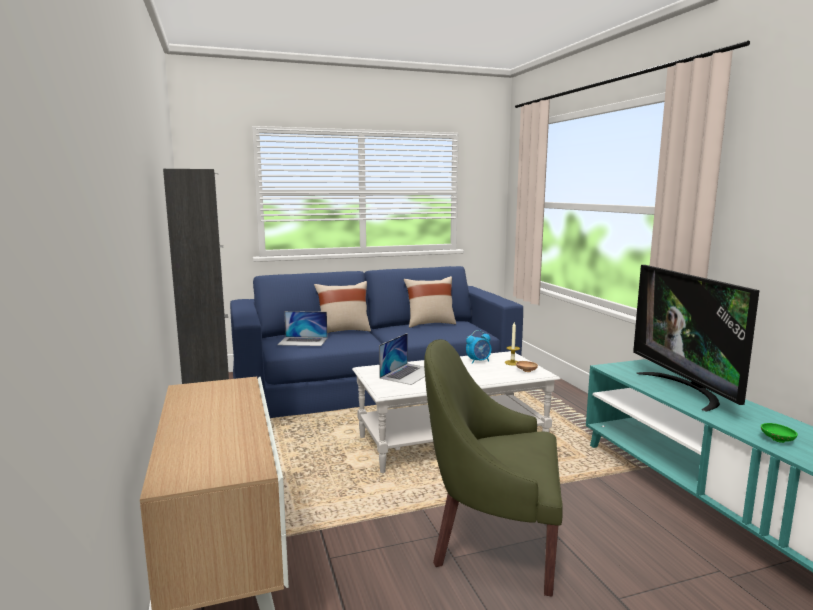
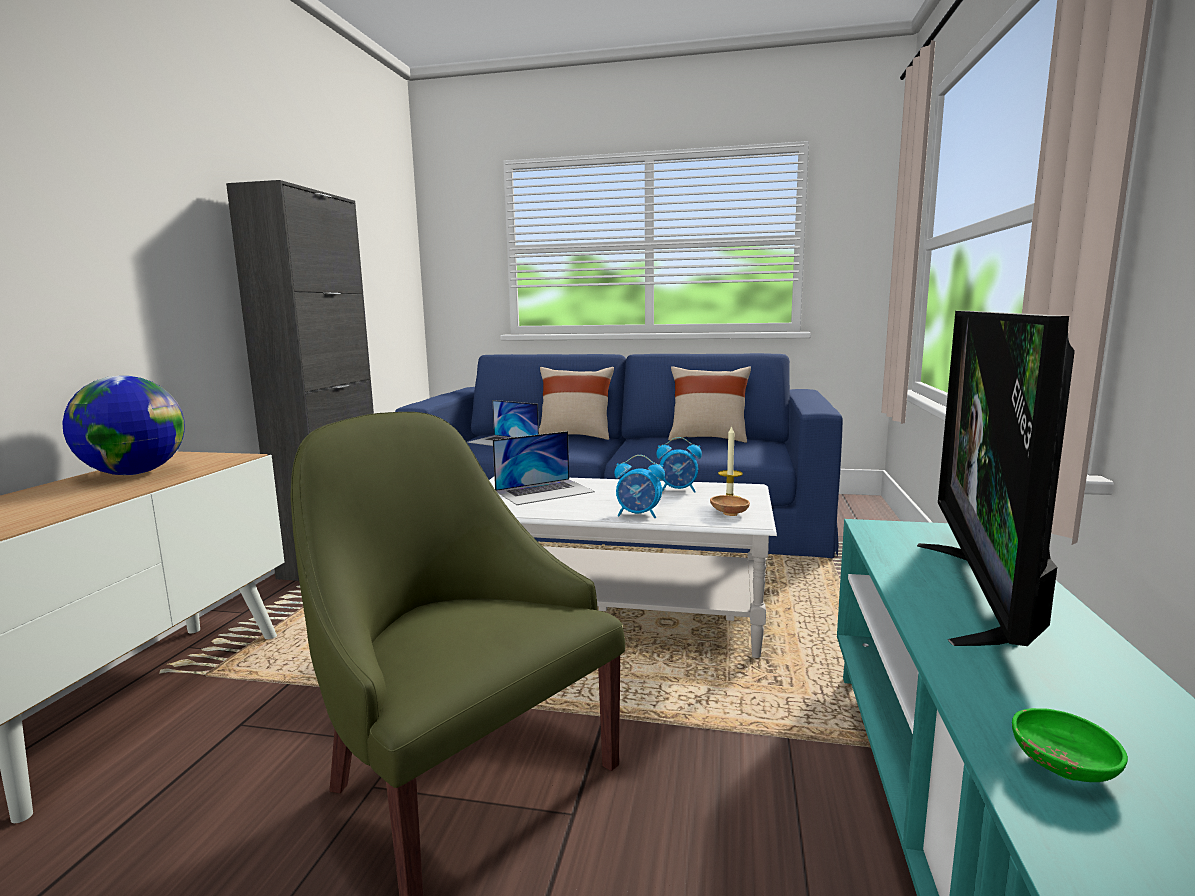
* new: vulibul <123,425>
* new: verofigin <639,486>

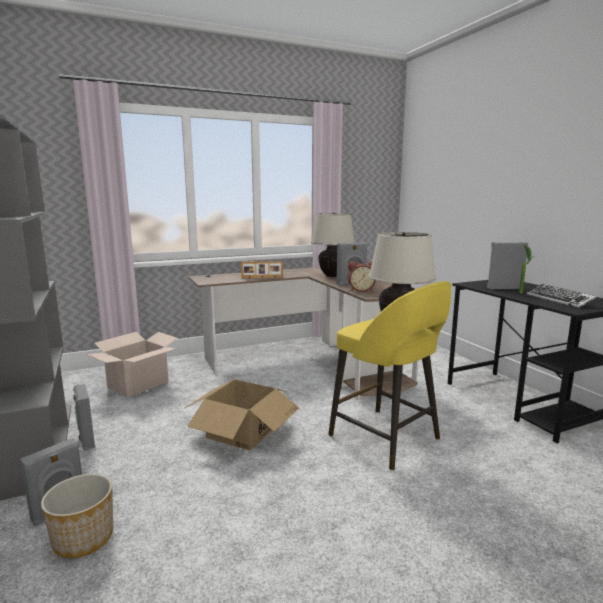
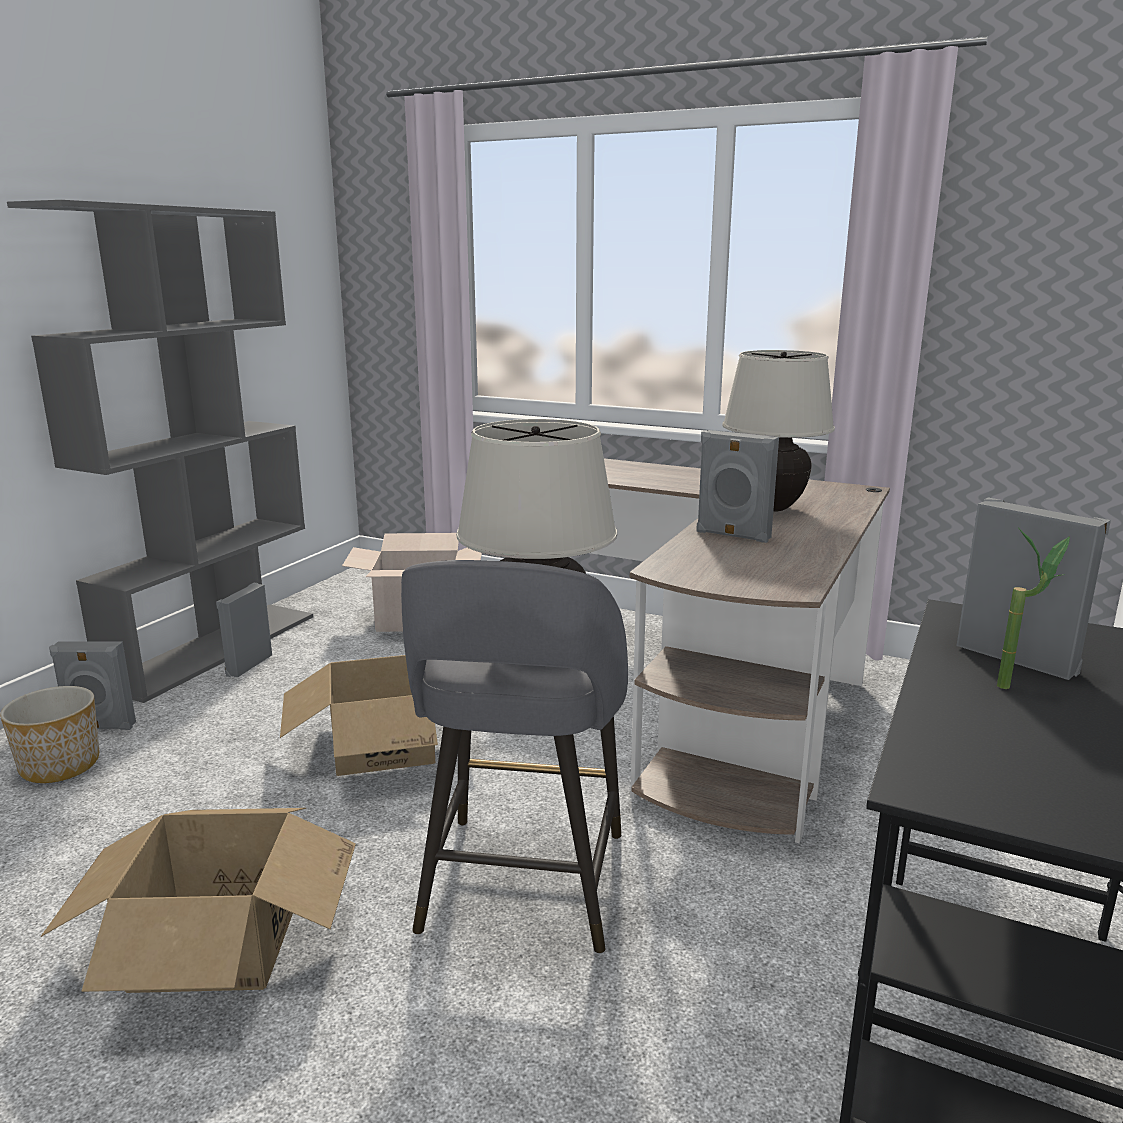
* gone: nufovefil <262,269>
* repainted: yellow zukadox <389,375> to grey zukadox <514,756>
* gone: verofigin <362,276>
* gone: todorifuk <561,296>
* new: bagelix <198,900>

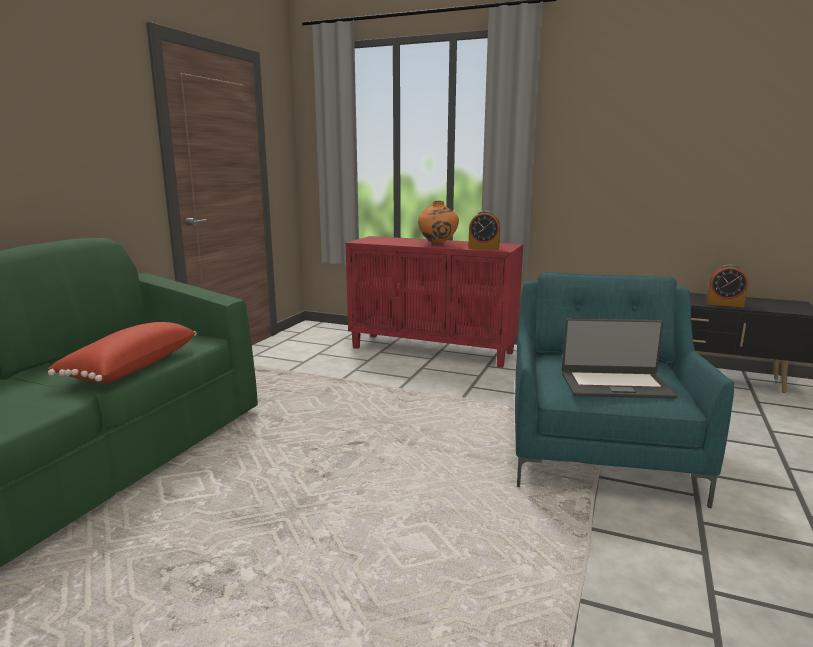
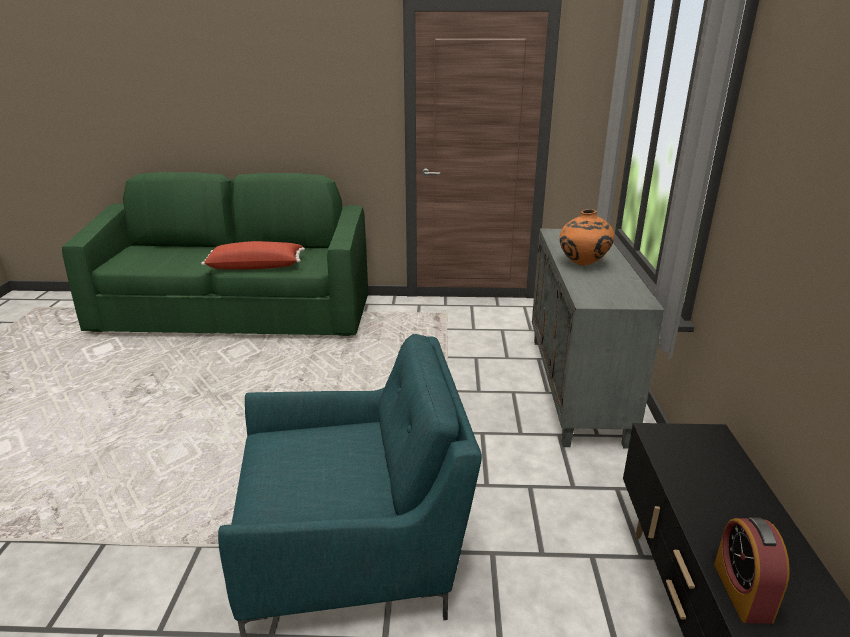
* repainted: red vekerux <434,302> to grey vekerux <598,339>
* gone: verofigin <484,230>
* gone: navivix <619,358>

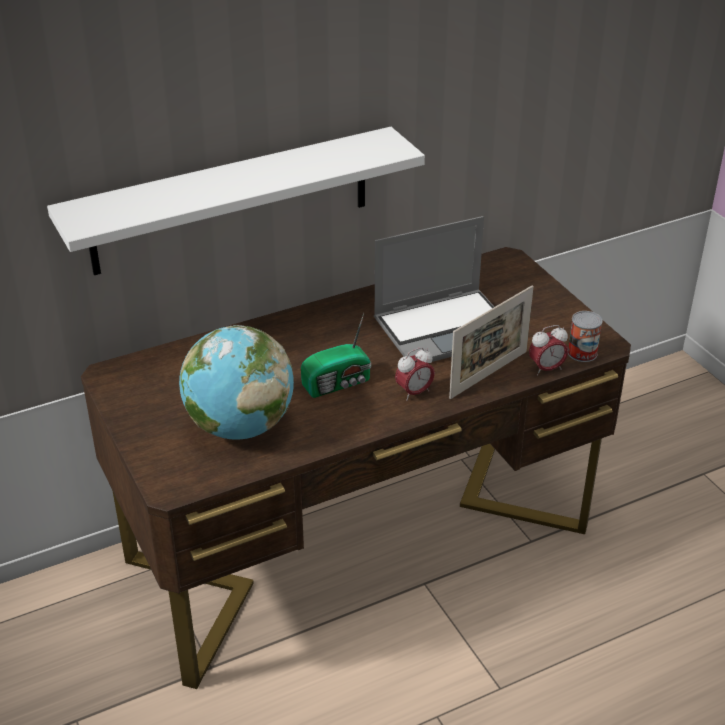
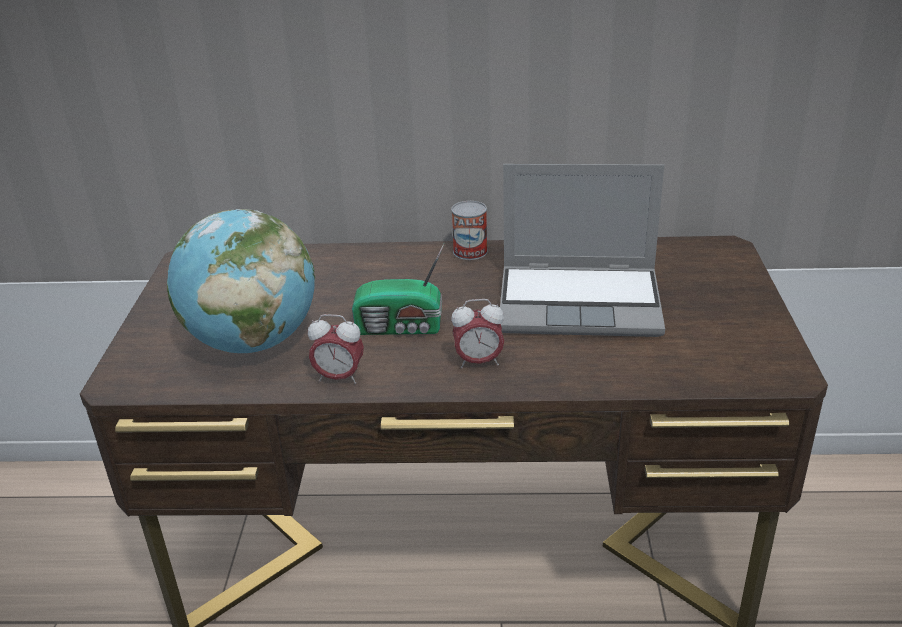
* gone: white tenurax <236,201>
* gone: nufovefil <491,342>
* shifted: verofigin <548,350> to <336,349>
* shifted: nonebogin <585,336> to <469,230>

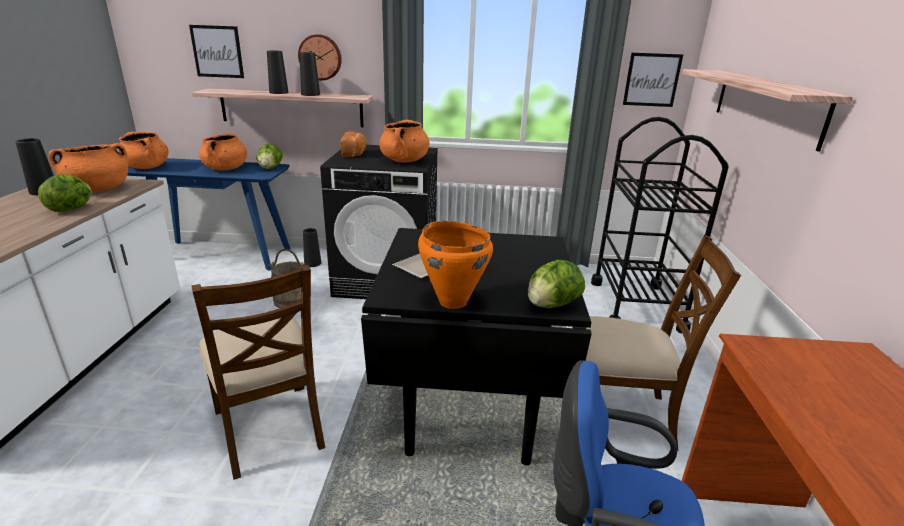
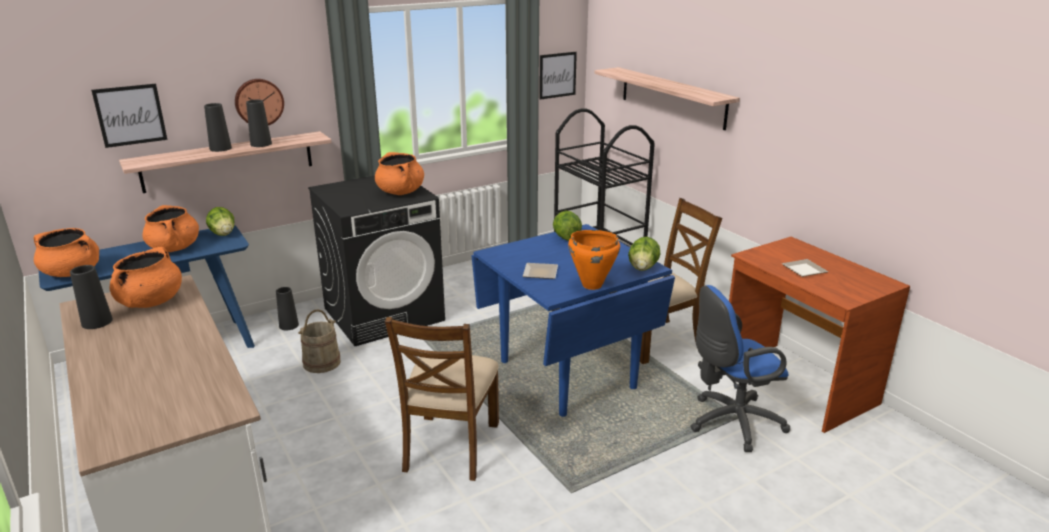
* shifted: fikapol <65,193> to <567,226>
* rotated: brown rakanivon <258,372> = <442,399> 75 degrees clockwise
* gone: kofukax <354,144>
* repainted: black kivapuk <476,346> to blue kivapuk <573,320>
* new: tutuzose <805,268>

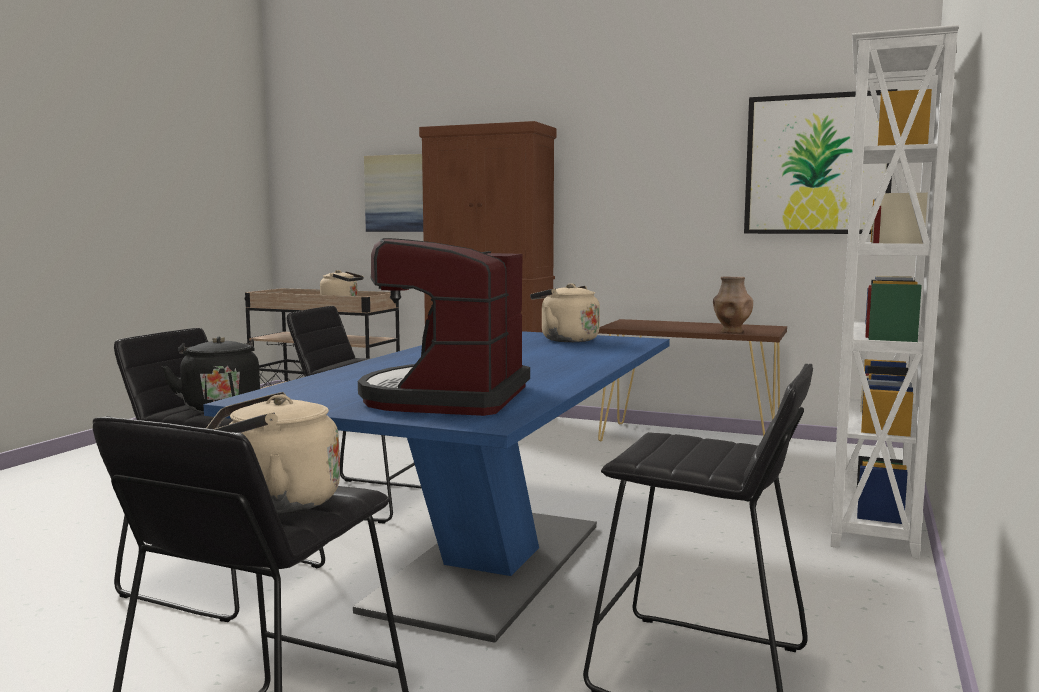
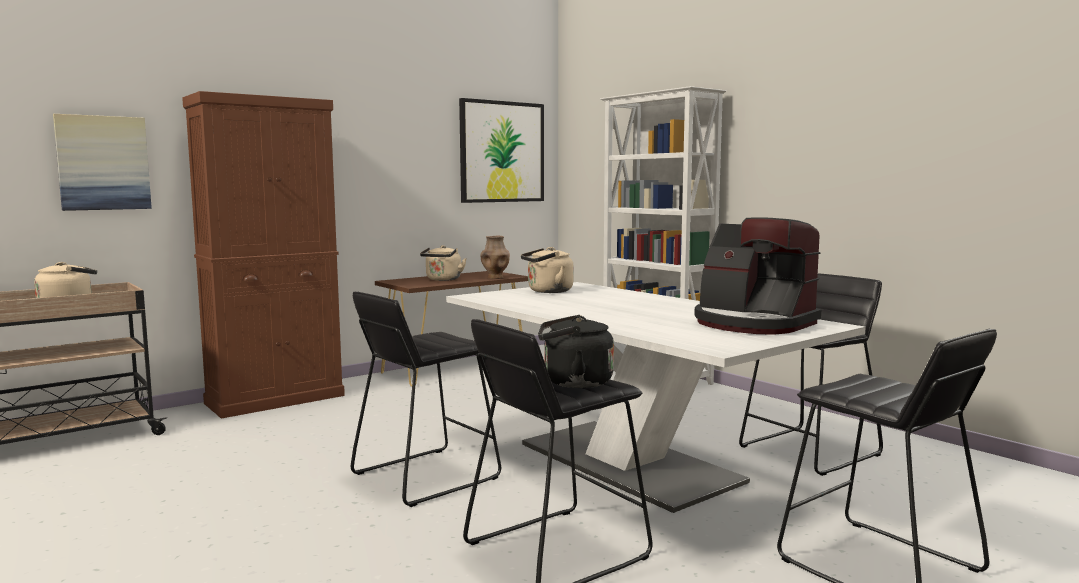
* repainted: blue kivapuk <437,486> to white kivapuk <655,397>
* shifted: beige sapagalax <273,453> to <443,263>

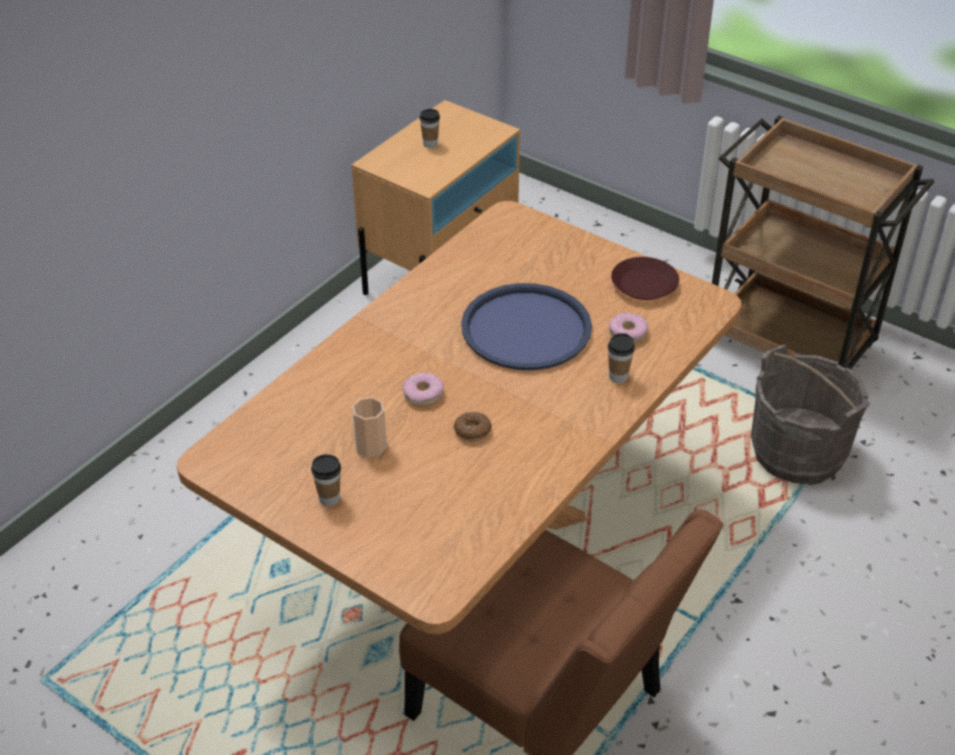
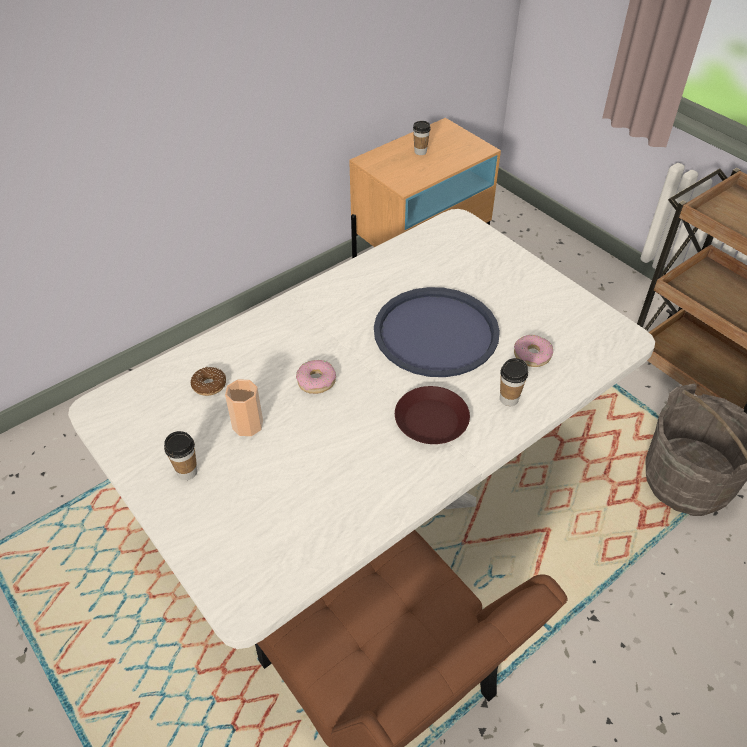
* repainted: brown kivapuk <458,417> to white kivapuk <361,429>
* shifted: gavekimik <473,426> to <208,381>
* shifted: brown tutuzose <645,278> to <432,415>

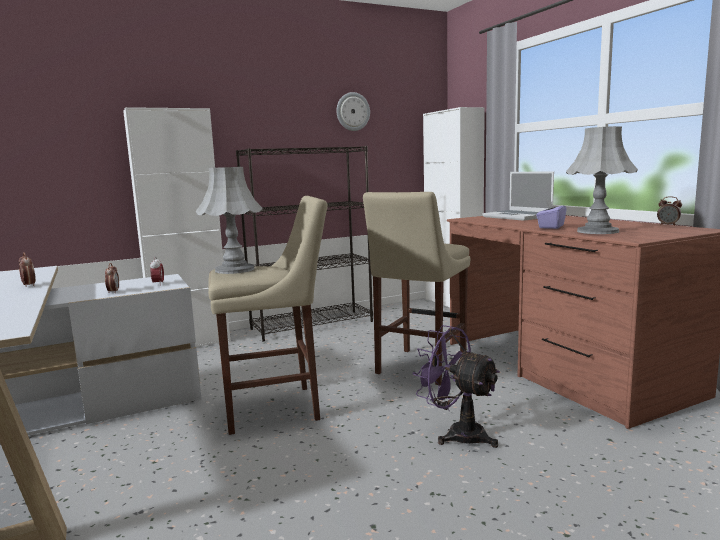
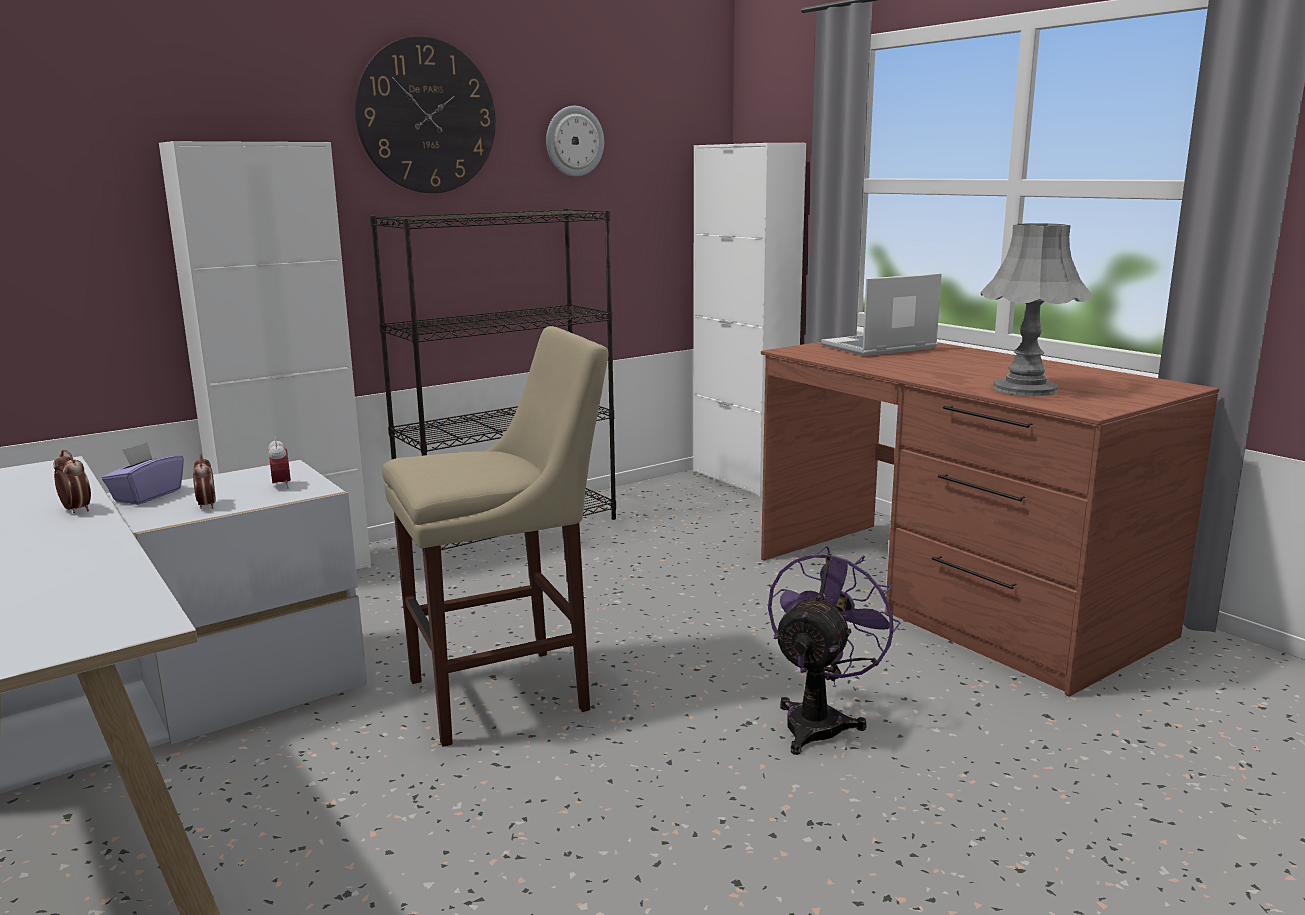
* gone: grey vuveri <229,220>
* gone: beige zukadox <416,288>
* rotated: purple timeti <456,386> = <834,650> 90 degrees clockwise
* rotated: navivix <518,196> = <881,314> 105 degrees clockwise
* shifted: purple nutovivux <551,214> to <143,473>
* gone: verofigin <669,211>
* new: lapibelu <425,114>

